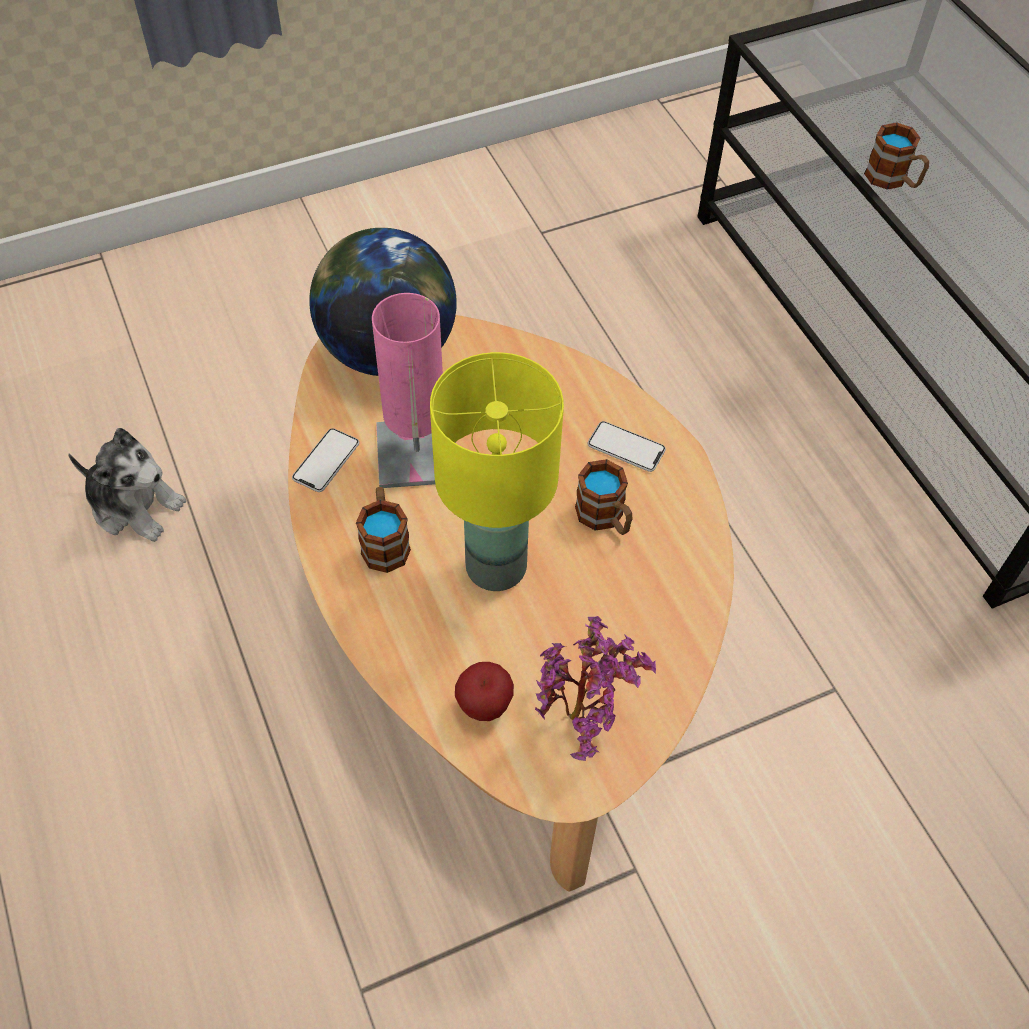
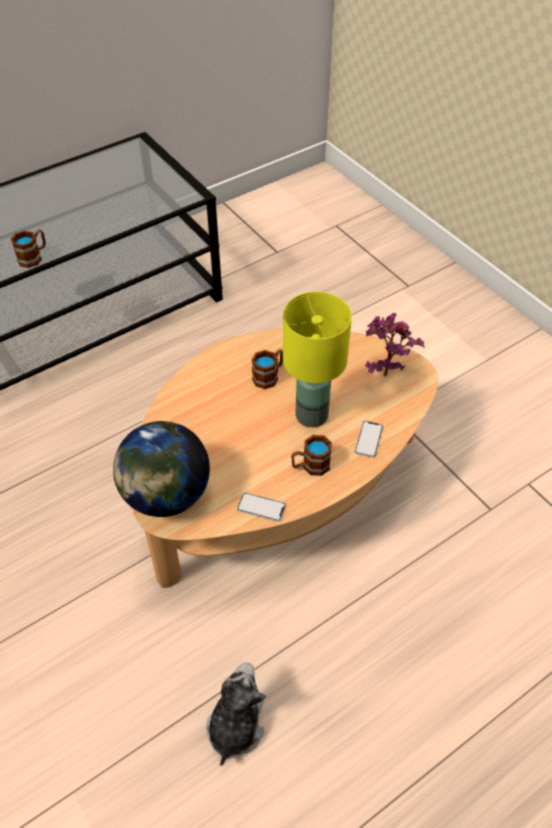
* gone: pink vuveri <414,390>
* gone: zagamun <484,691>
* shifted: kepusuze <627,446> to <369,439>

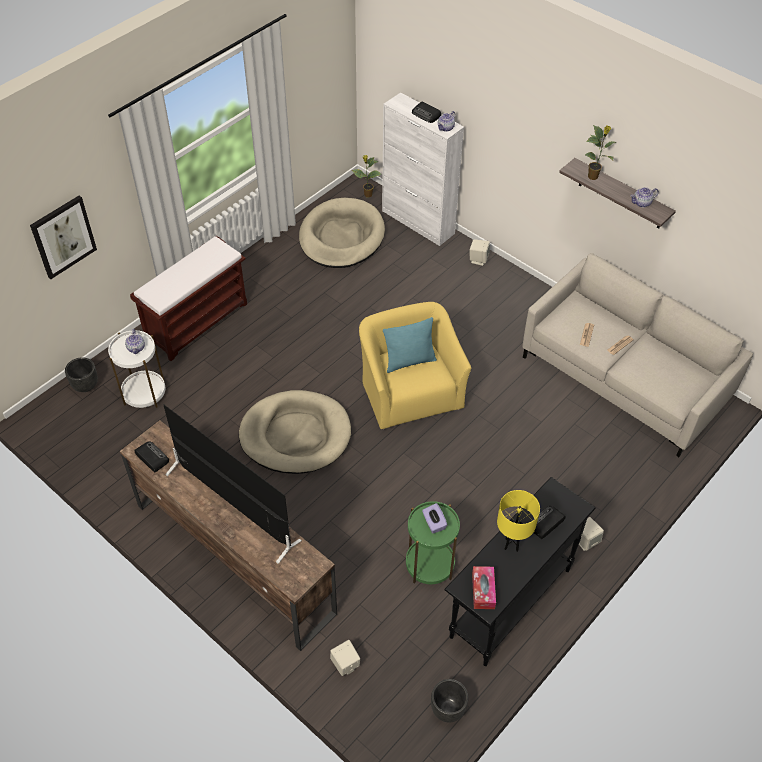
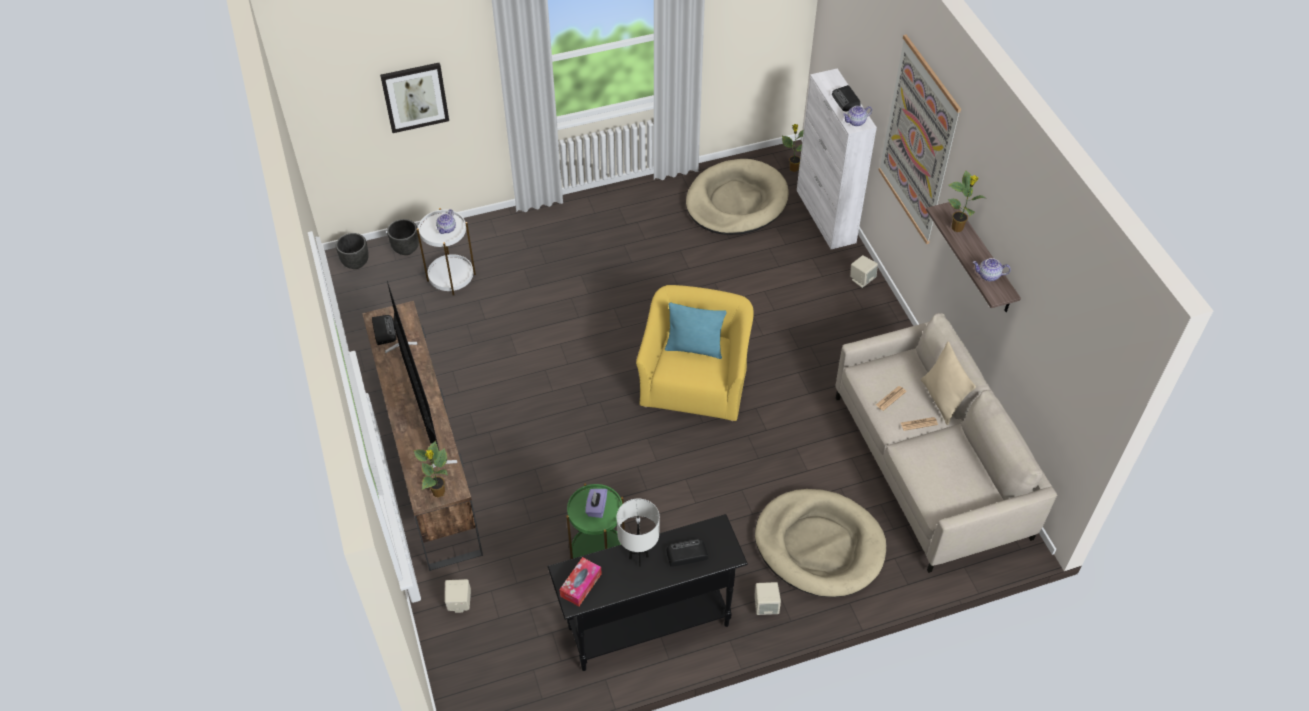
* gone: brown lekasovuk <188,298>
* shifted: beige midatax <295,432> to <820,543>
* shifted: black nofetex <449,701> to <352,251>
* repainted: yellow vuveri <518,521> to white vuveri <638,533>
* new: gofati <431,469>
* new: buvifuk <919,139>
* new: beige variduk <948,383>

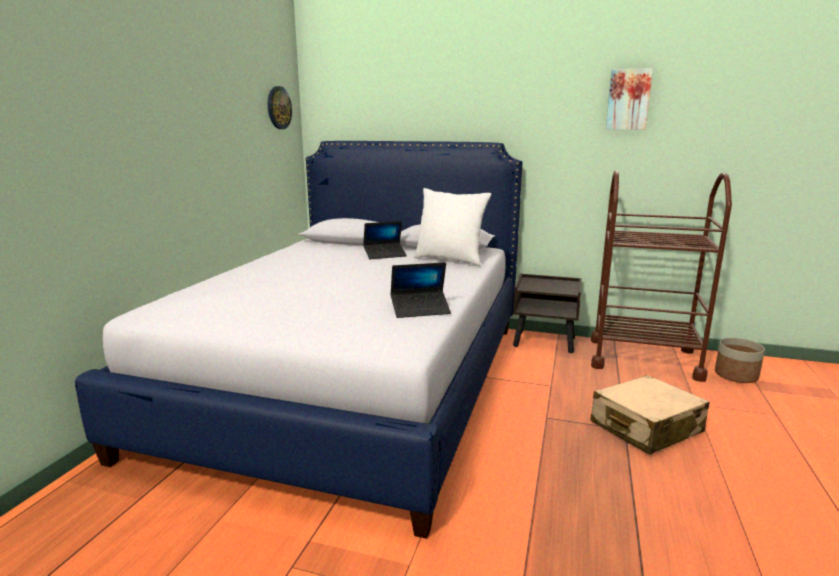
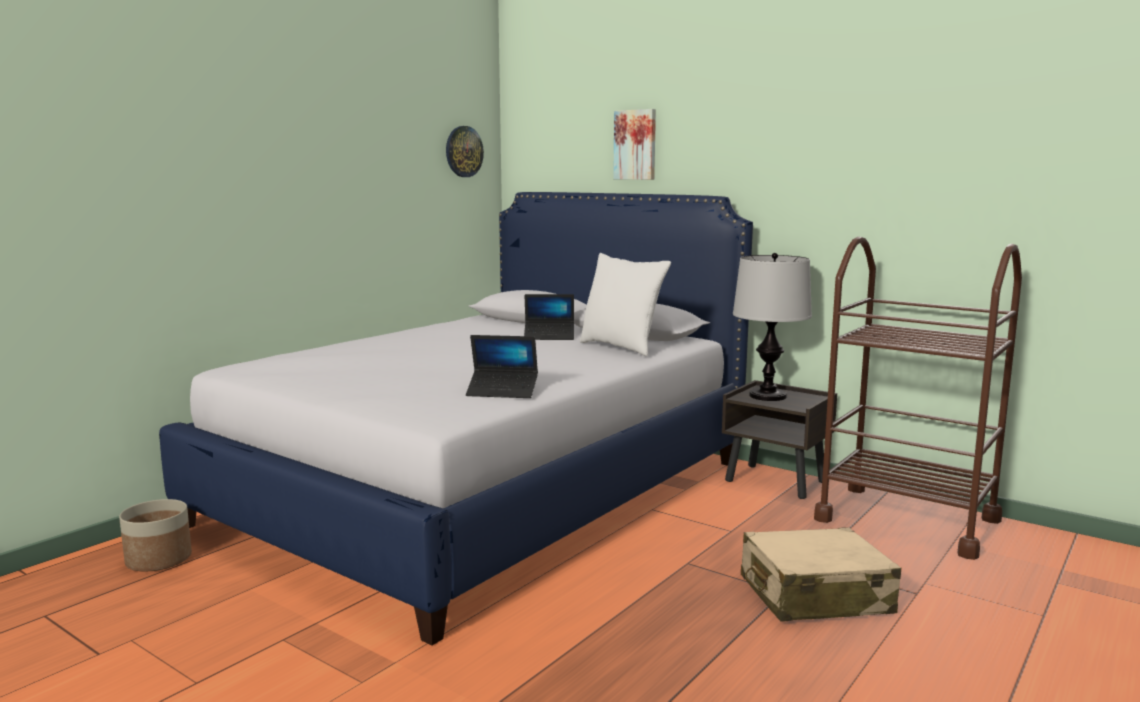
* shifted: buvifuk <629,99> to <634,144>
* shifted: nofetex <740,360> to <155,535>
* new: vuveri <772,327>

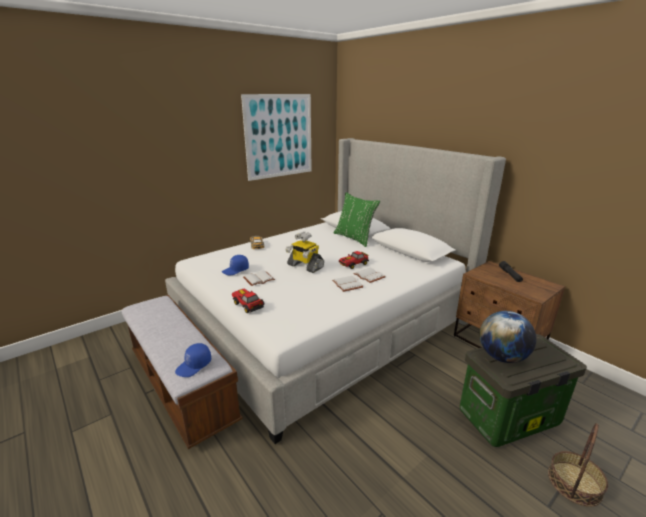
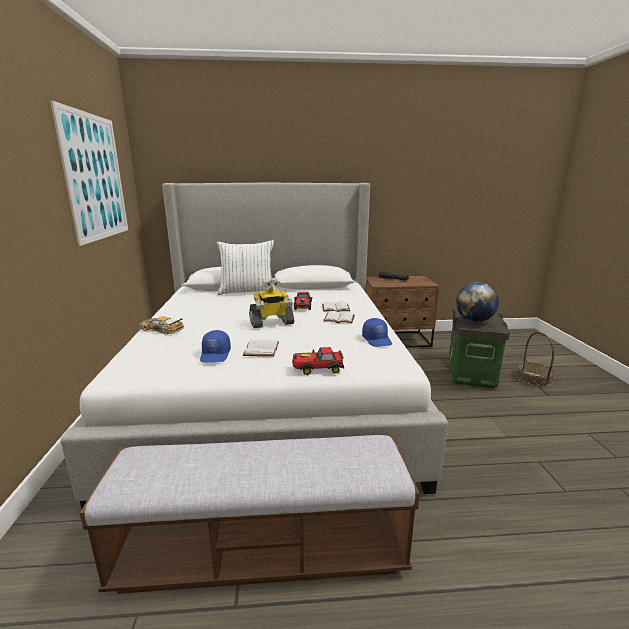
* shifted: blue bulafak <193,360> to <377,332>
* repainted: green variduk <357,219> to white variduk <246,267>

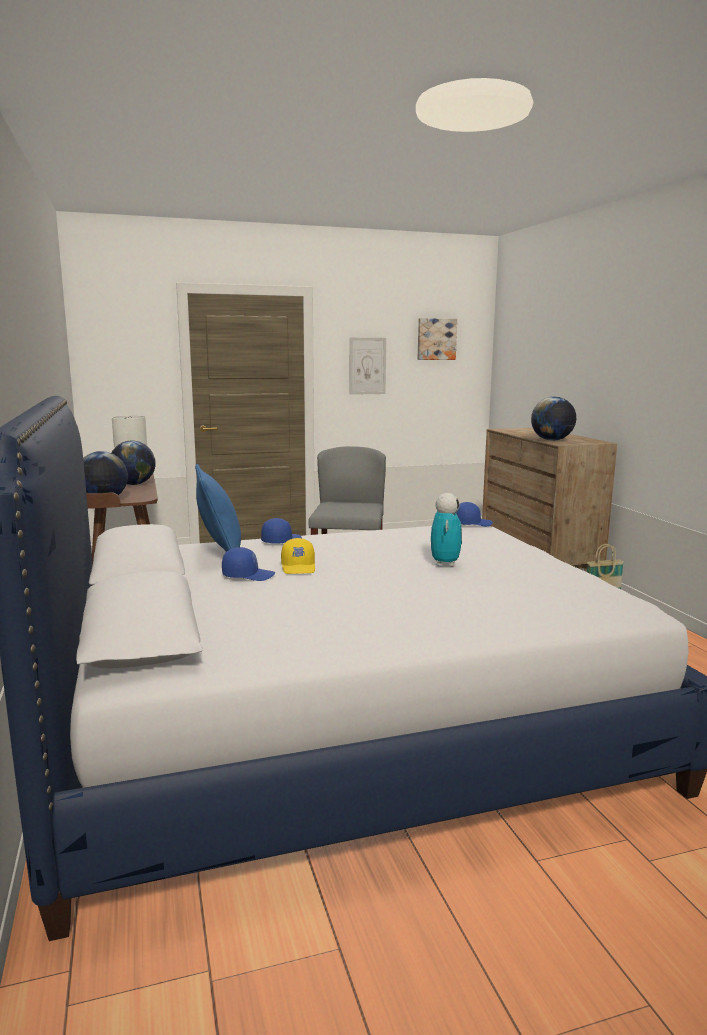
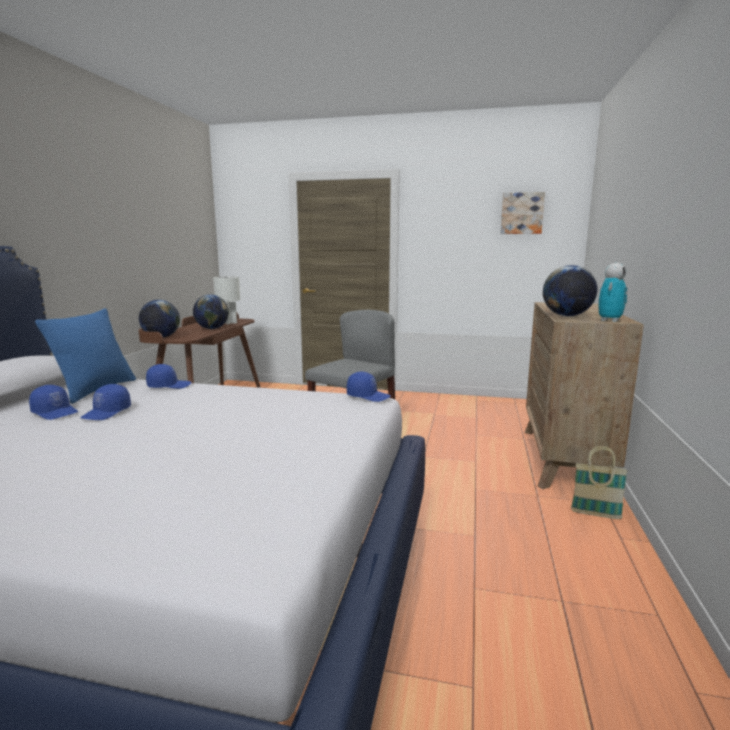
* repainted: yellow bulafak <298,556> to blue bulafak <105,402>
* gone: buvifuk <367,366>
* shifted: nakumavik <446,529> to <613,292>

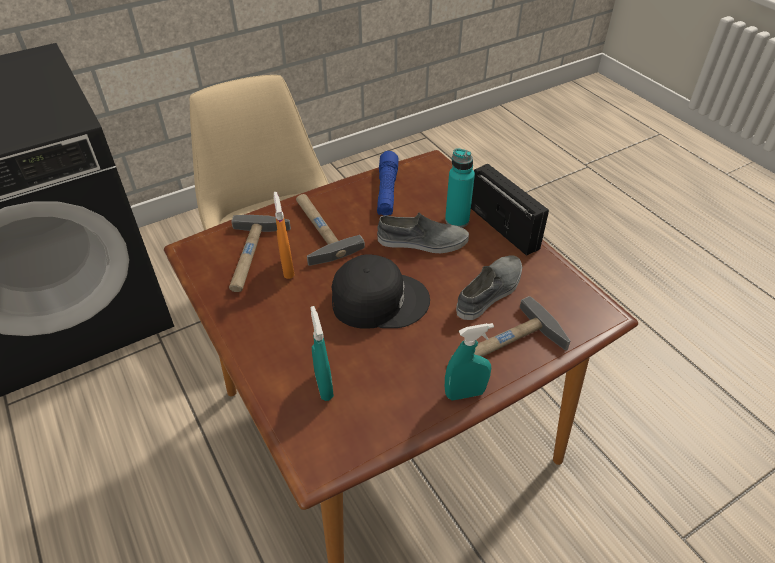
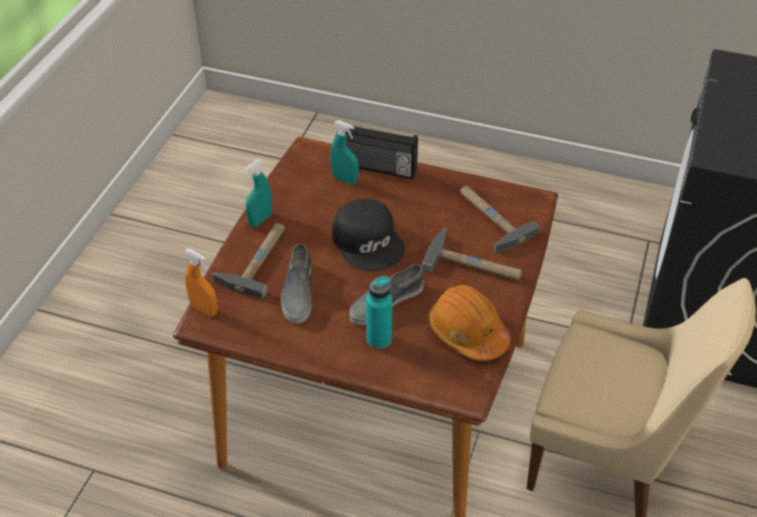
* shifted: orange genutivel <284,235> to <201,283>
* rotated: black bulafak <381,291> = <368,235> 75 degrees counterclockwise
* swapped: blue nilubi <388,183> to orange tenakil <469,323>
* shifted: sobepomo <510,210> to <381,150>

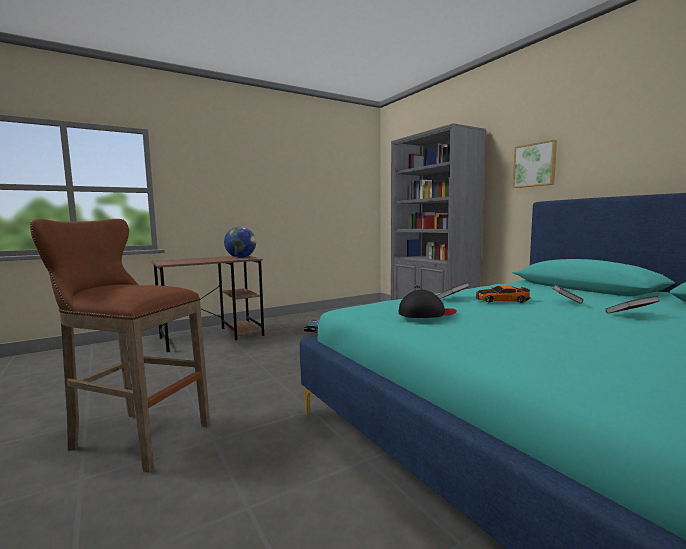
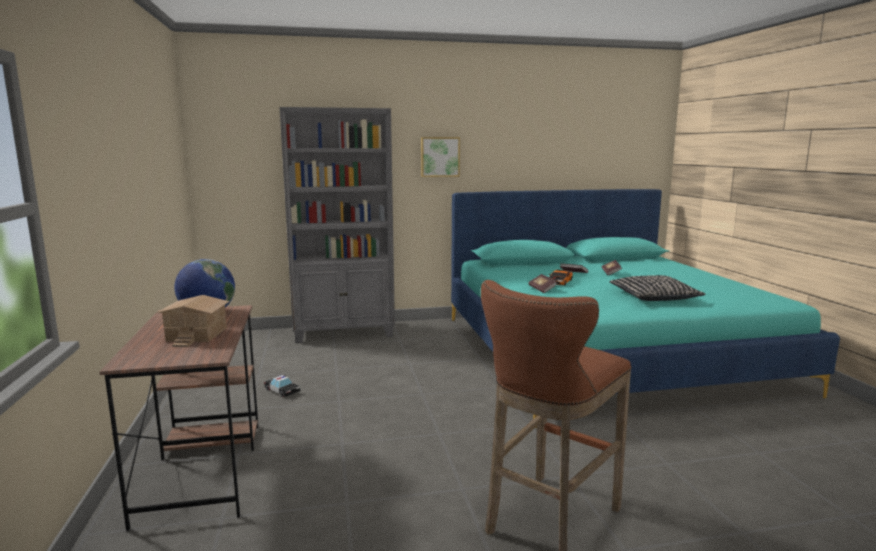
* gone: black bulafak <427,304>
* new: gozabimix <192,321>
* new: black variduk <658,288>

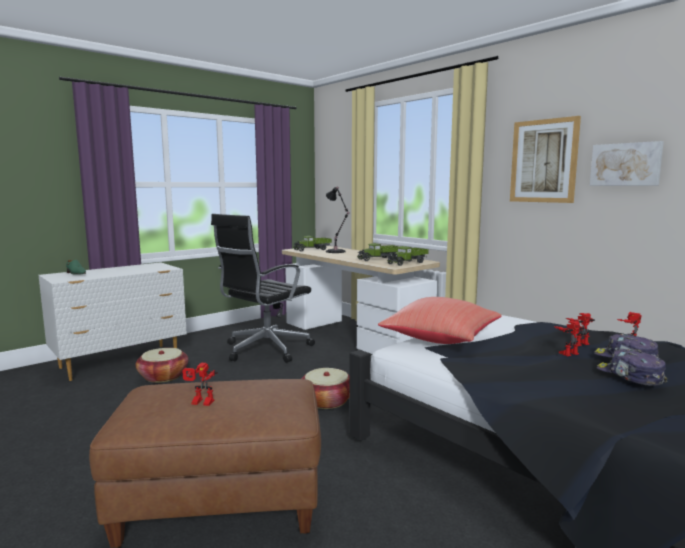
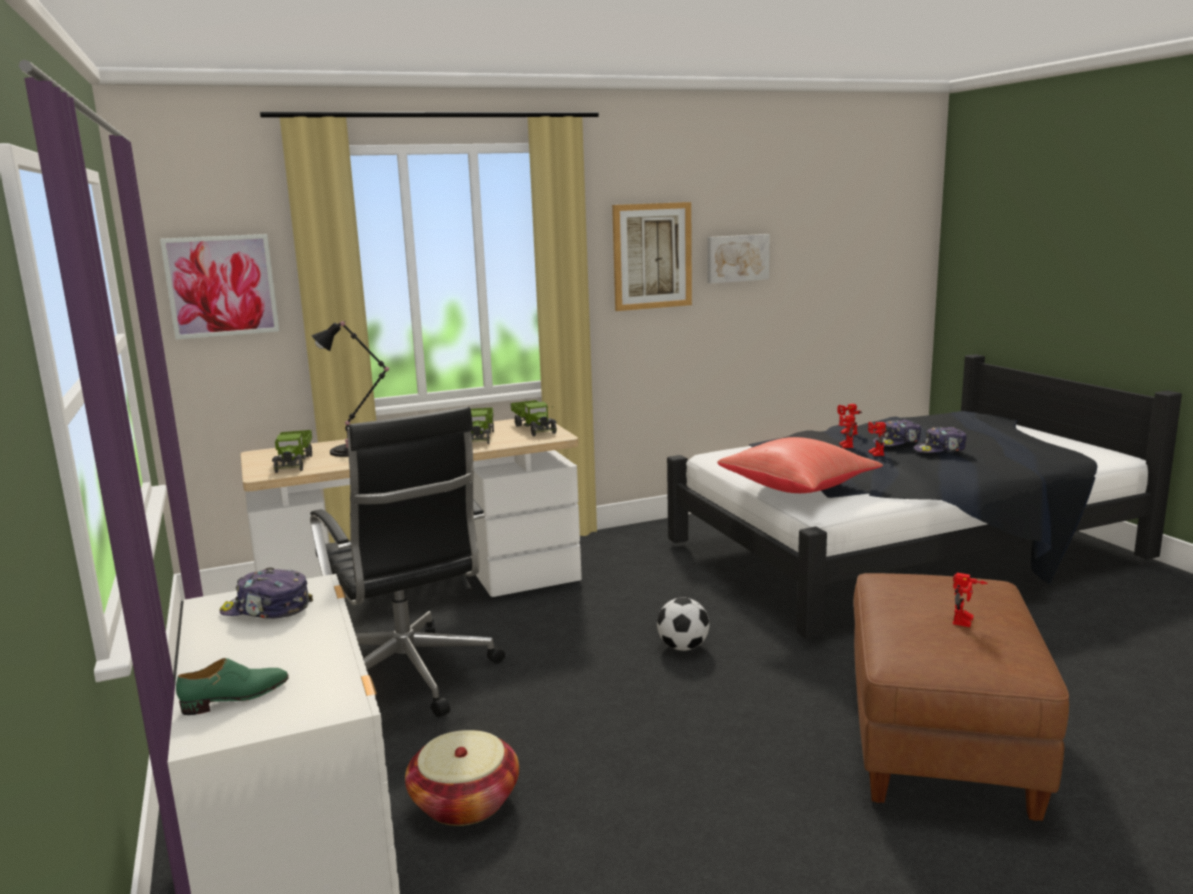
* swapped: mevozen <325,388> to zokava <683,624>
* new: buvifuk <219,287>
* new: bulafak <266,593>

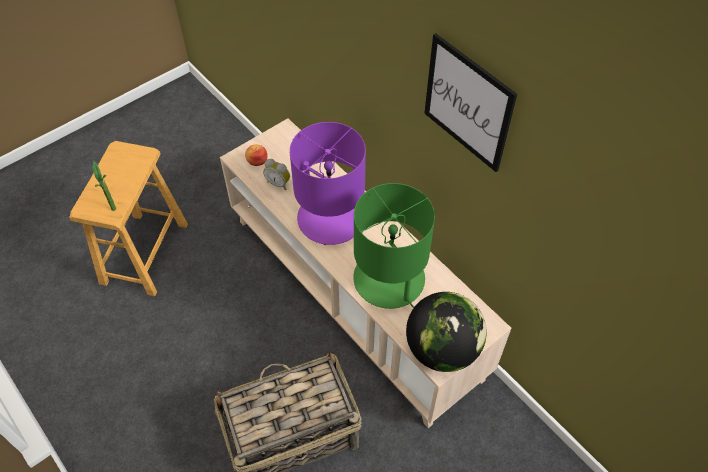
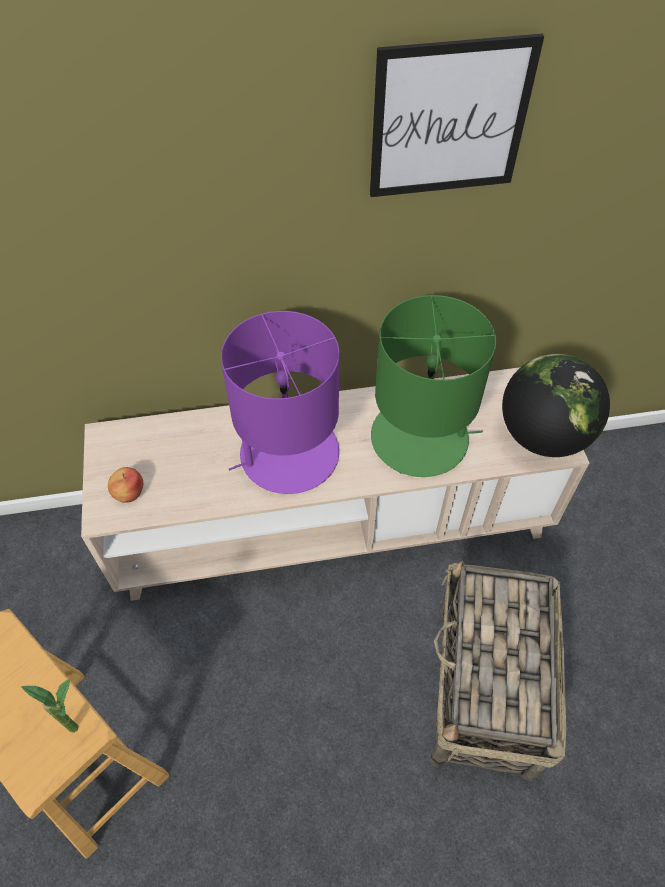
* gone: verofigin <276,174>

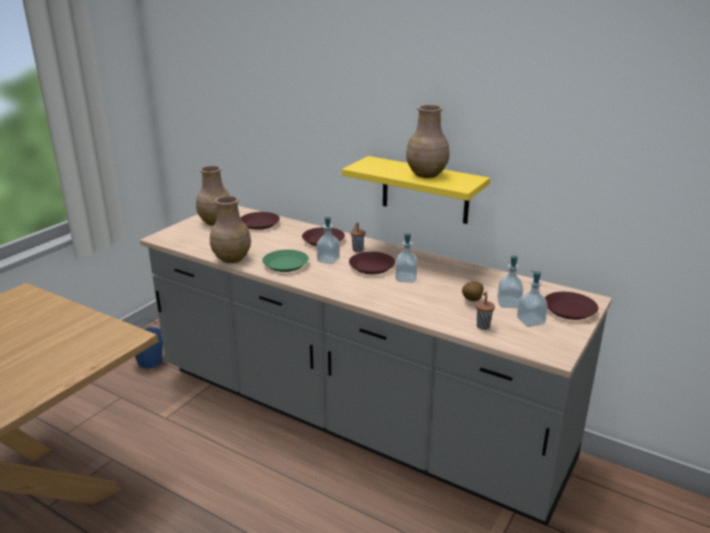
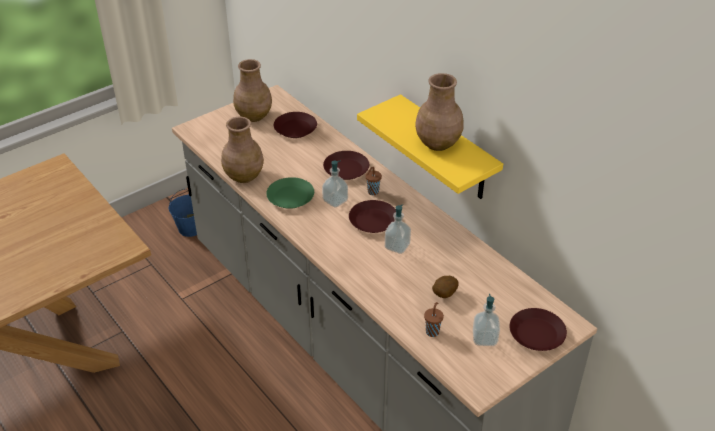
* gone: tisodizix <510,281>

